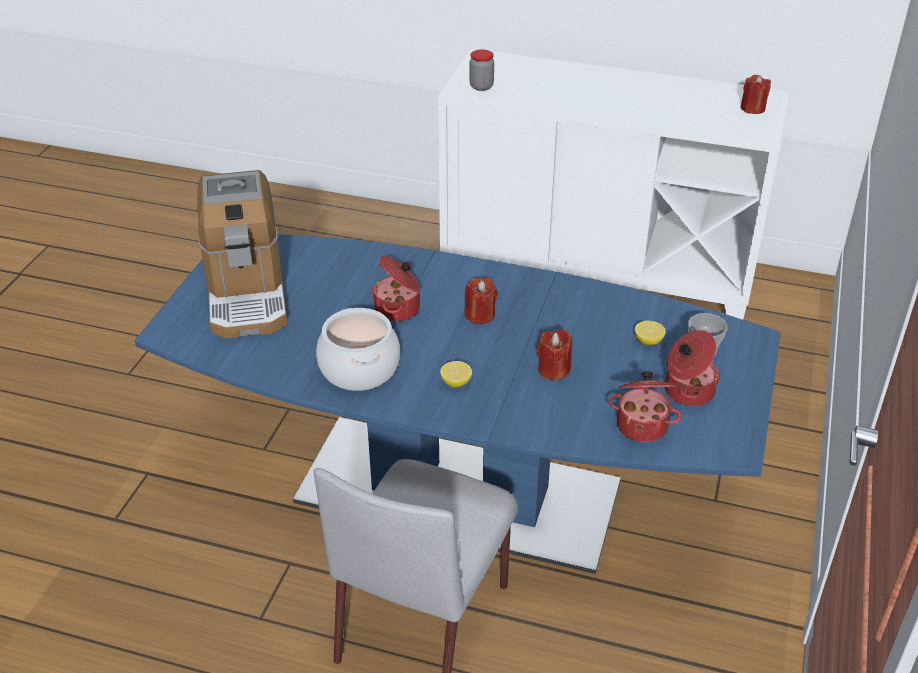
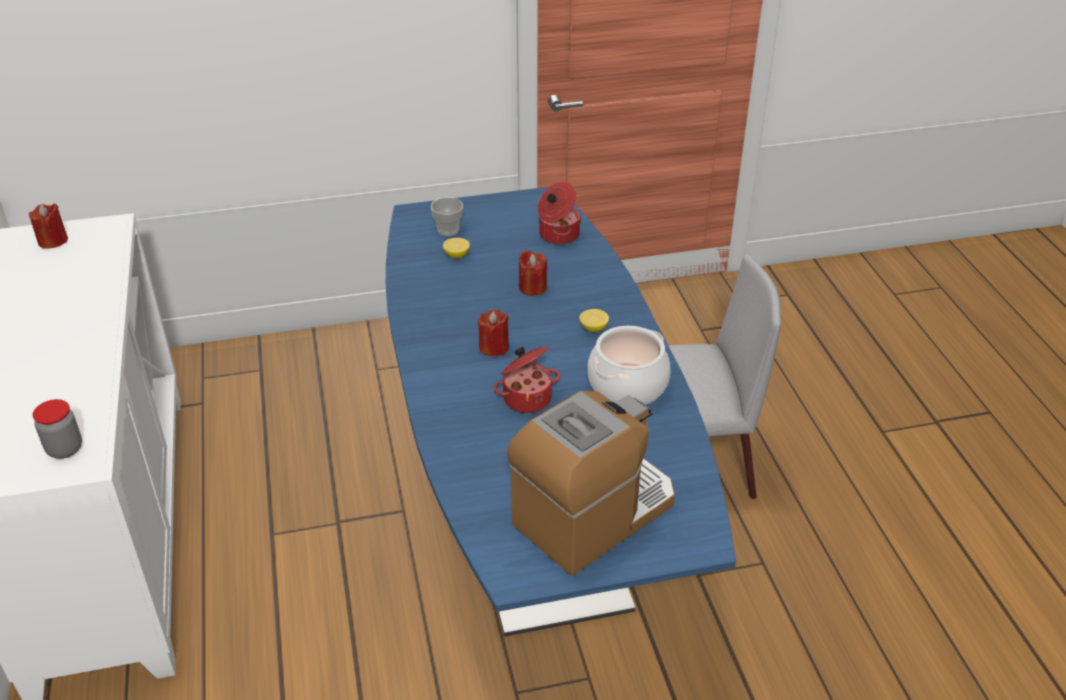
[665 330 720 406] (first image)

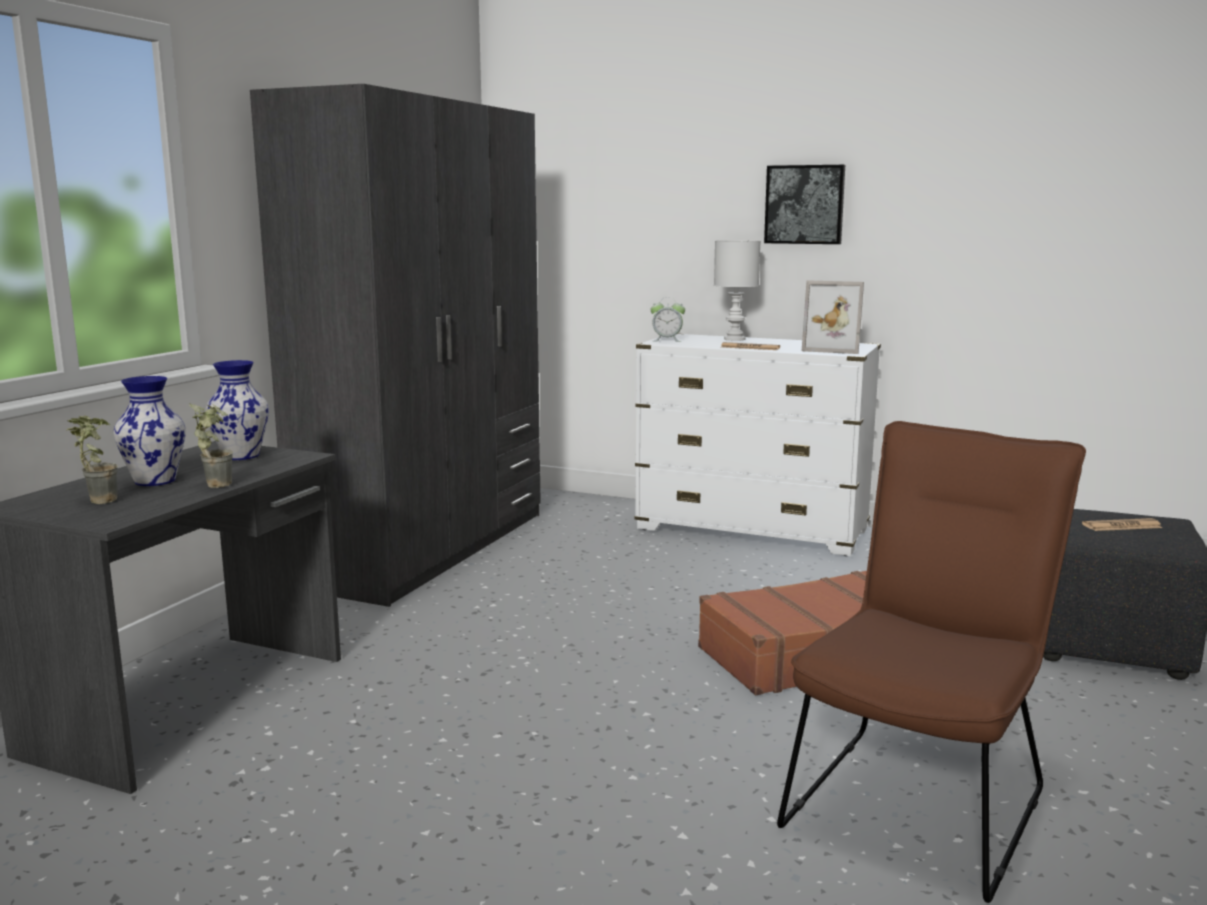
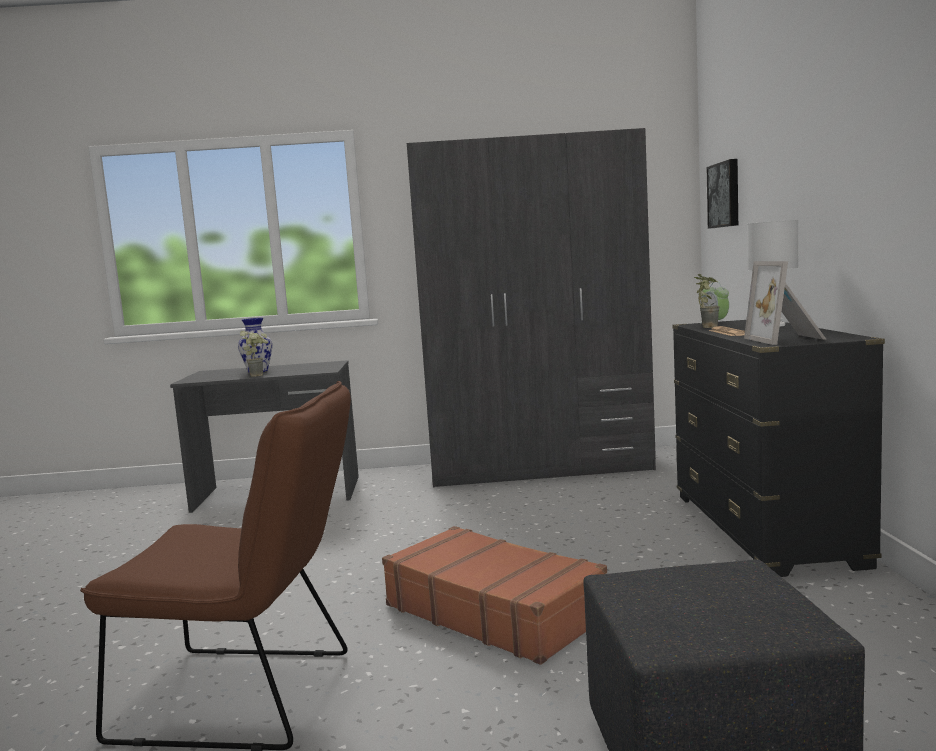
[205 360 269 460] (first image)
[1082 518 1162 531] (first image)
[694 274 720 328]
[707 159 738 229]
[672 320 885 577]

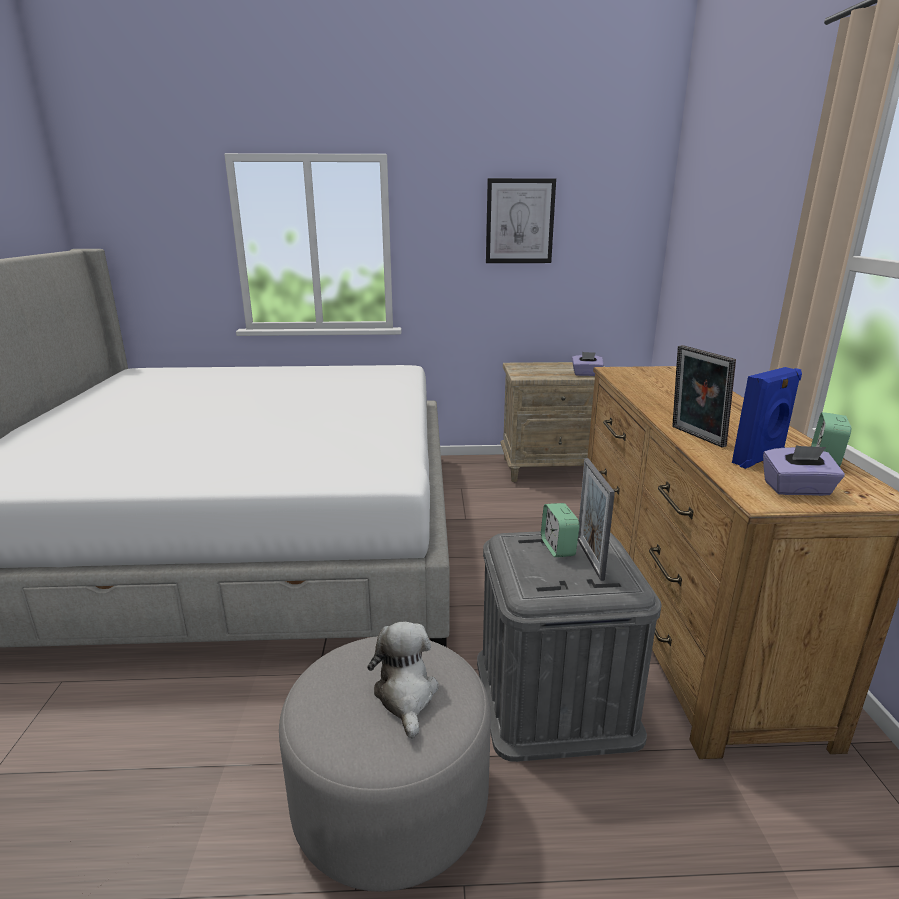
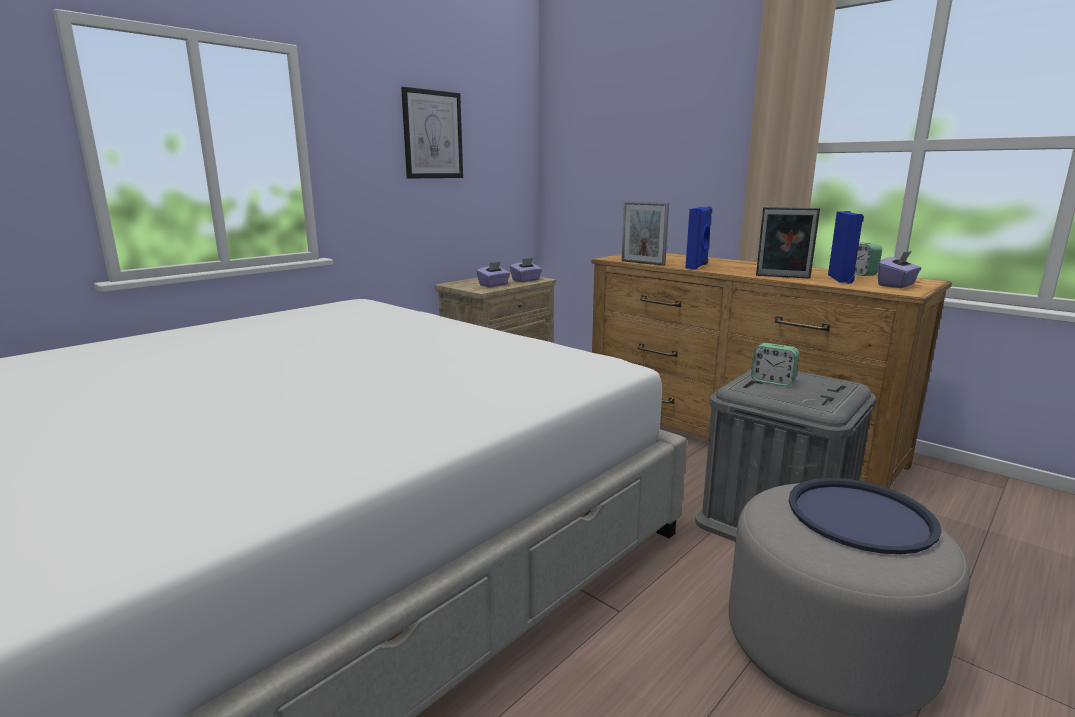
[476 262 510 287]
[685 206 712 270]
[622 201 669 266]
[789 478 942 554]

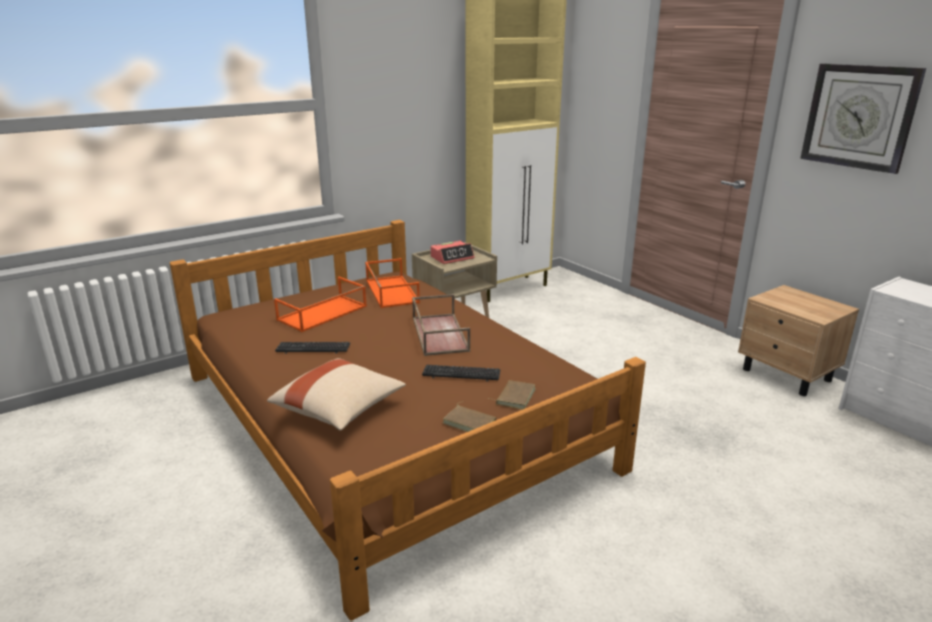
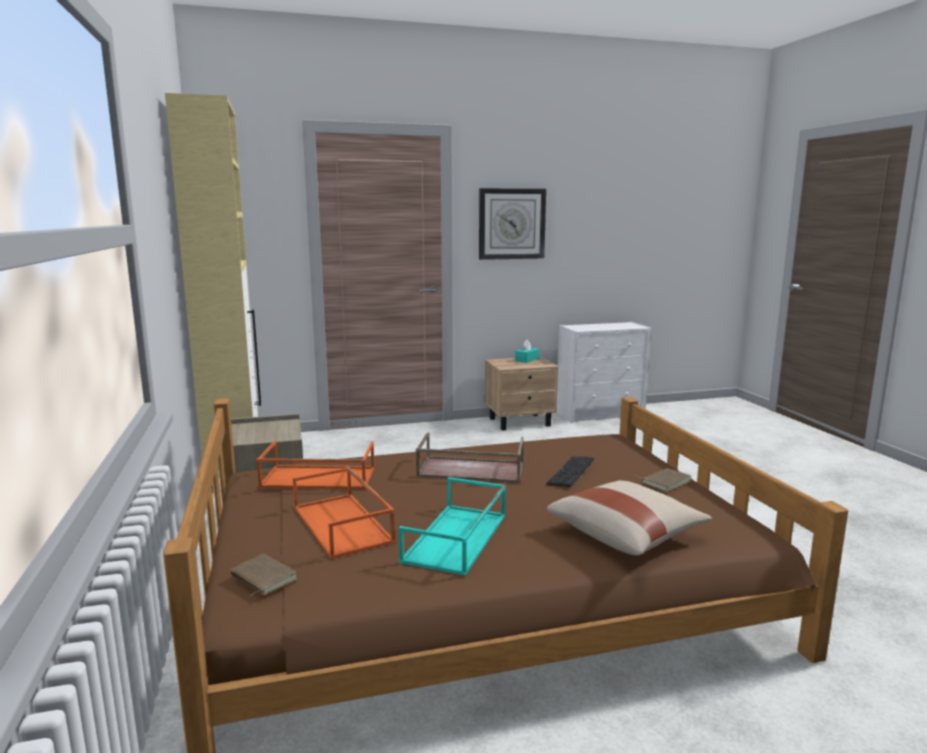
[430 241 475 264] (first image)
[515 340 540 363]
[230 554 297 596]
[399 477 506 576]

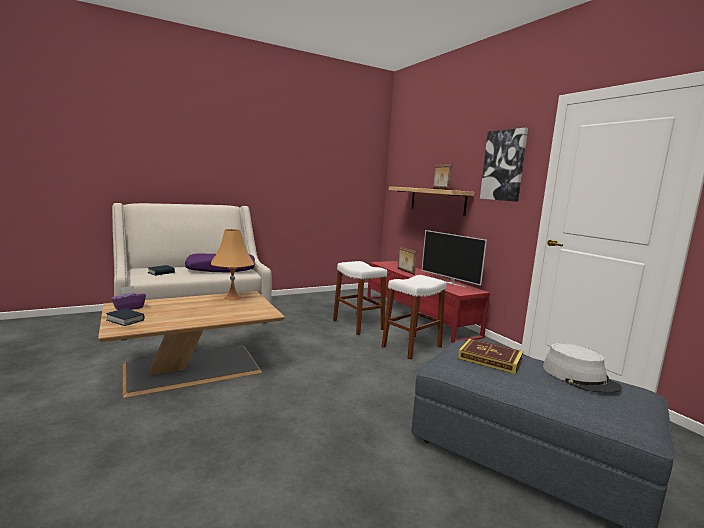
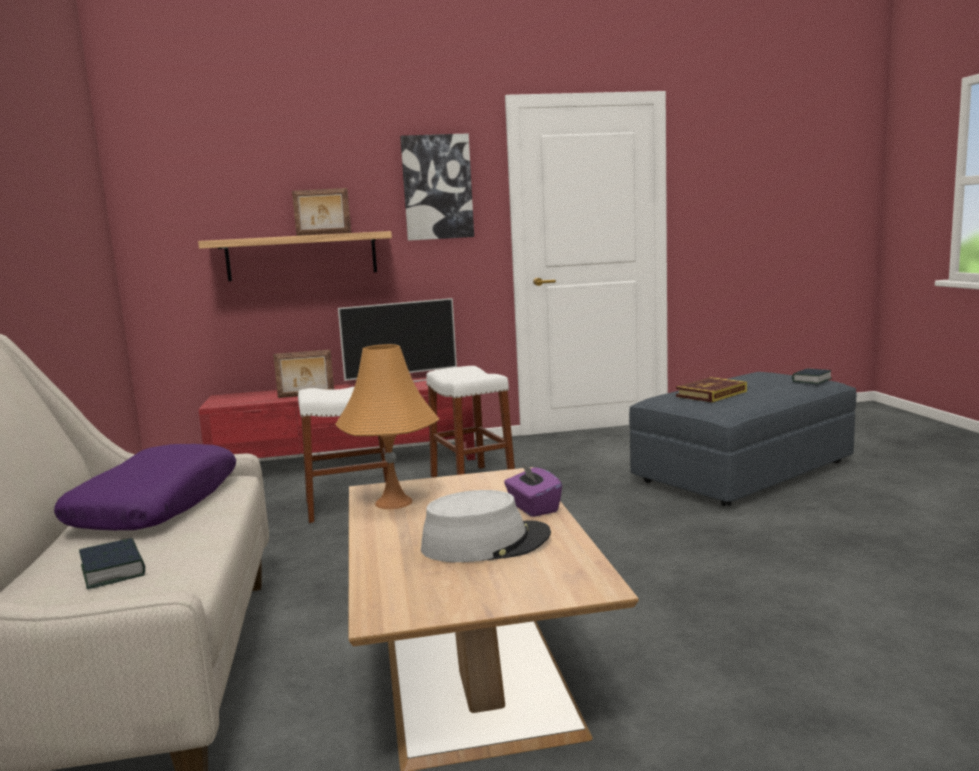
[792 368 832 384]
[504 462 562 517]
[421 490 551 562]

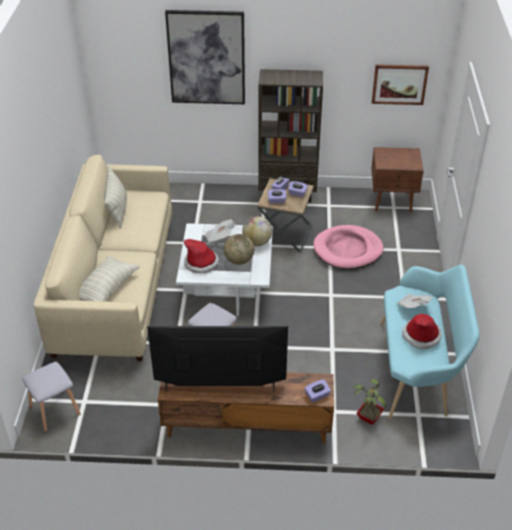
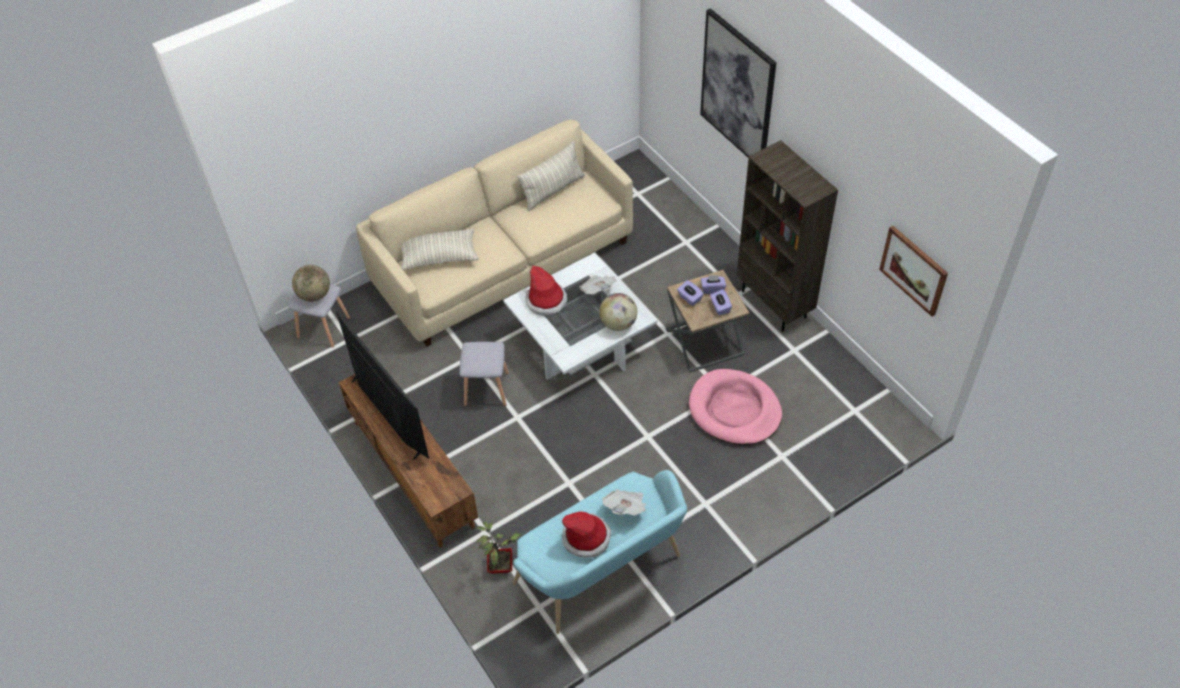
[305 379 331 402] (first image)
[371 147 424 213] (first image)
[292 265 330 302]

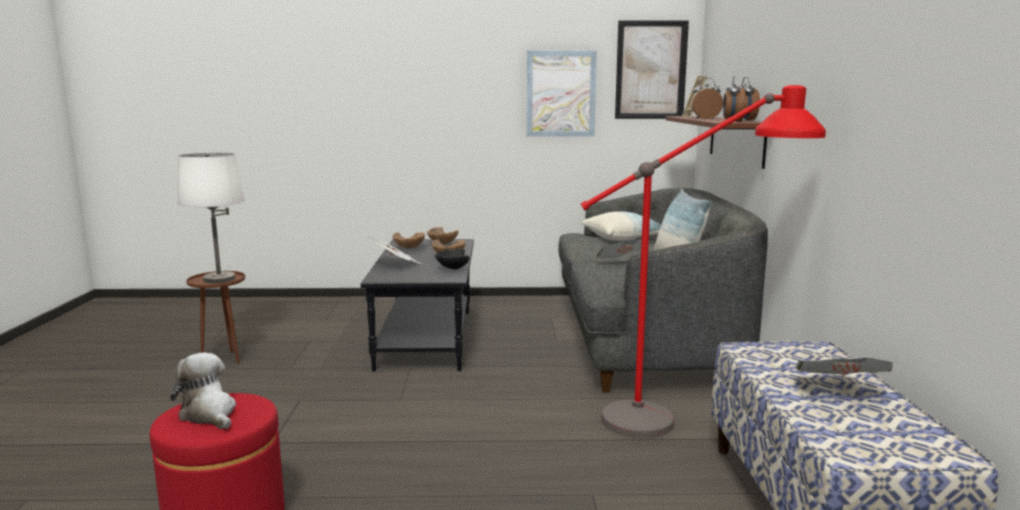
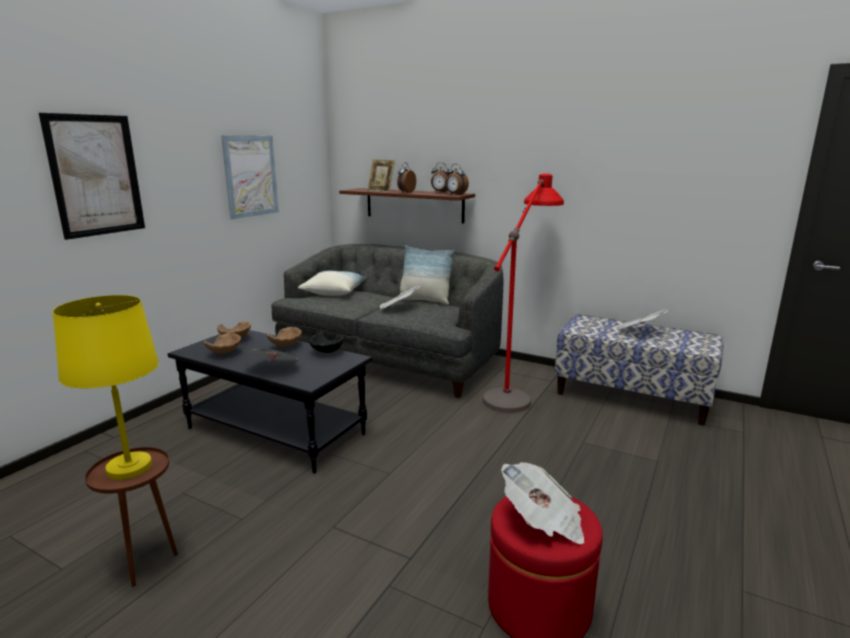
[39 113 145 240]
[501 462 585 544]
[52 295 159 480]

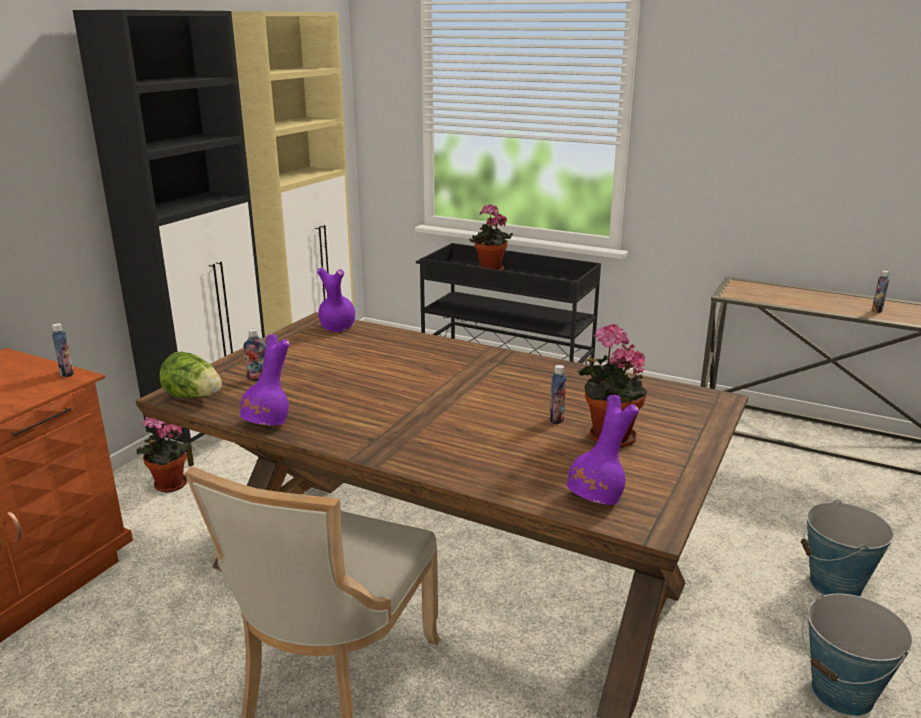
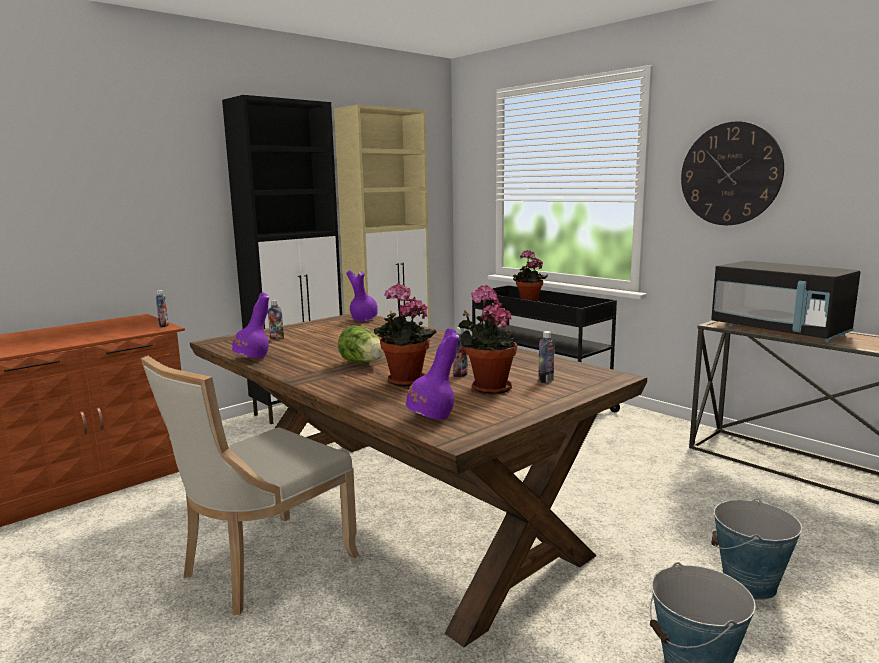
[681 121 784 225]
[711 261 860 343]
[373 283 437 386]
[338 325 383 363]
[538 331 555 383]

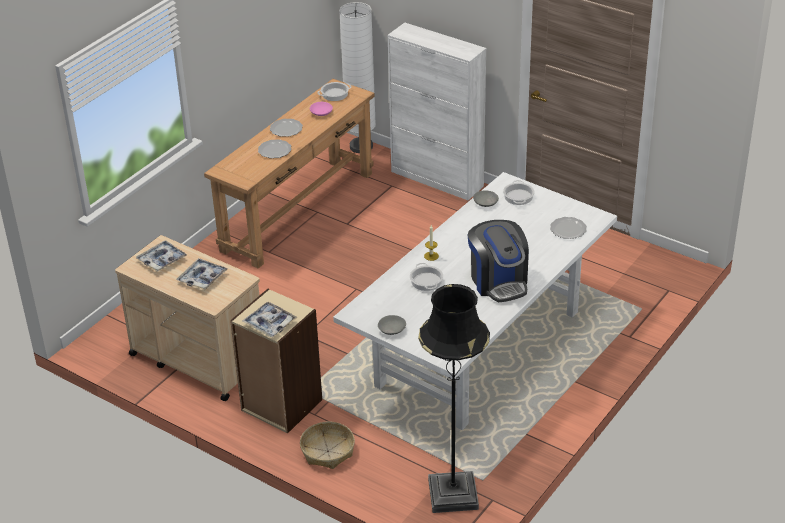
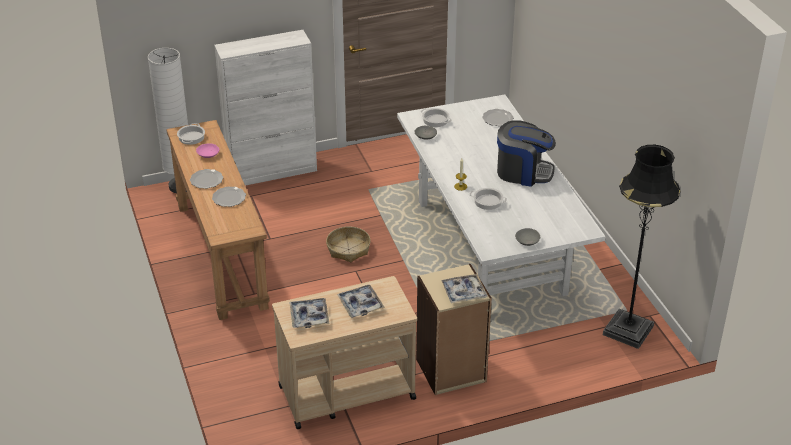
[326 226 371 262]

